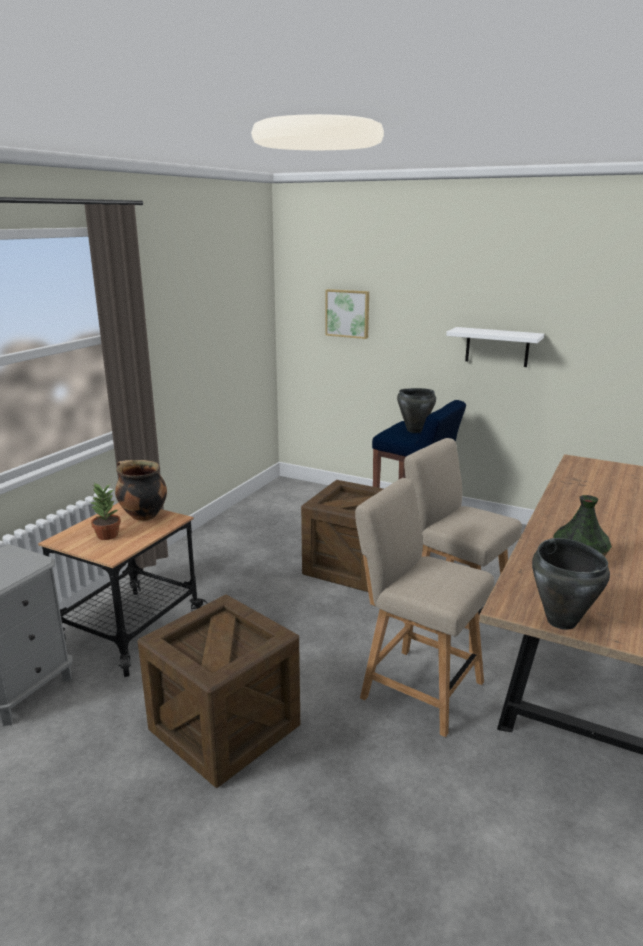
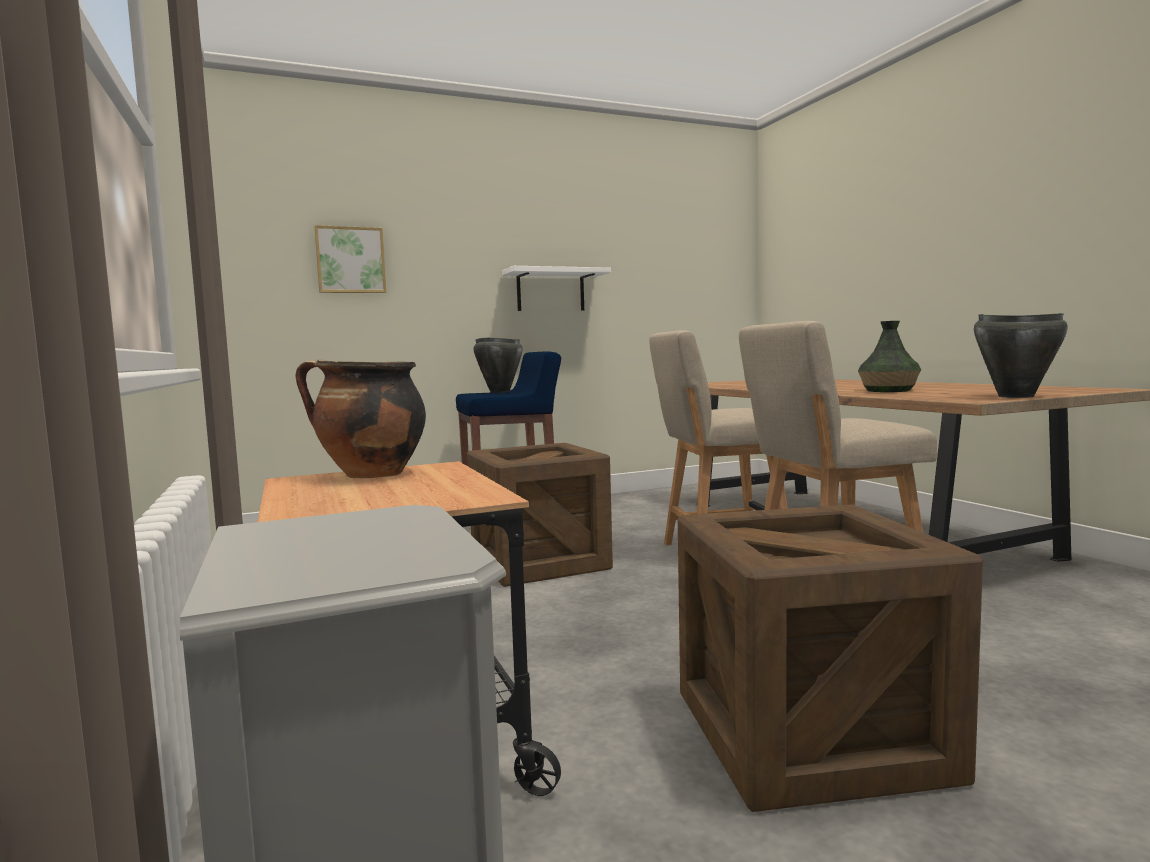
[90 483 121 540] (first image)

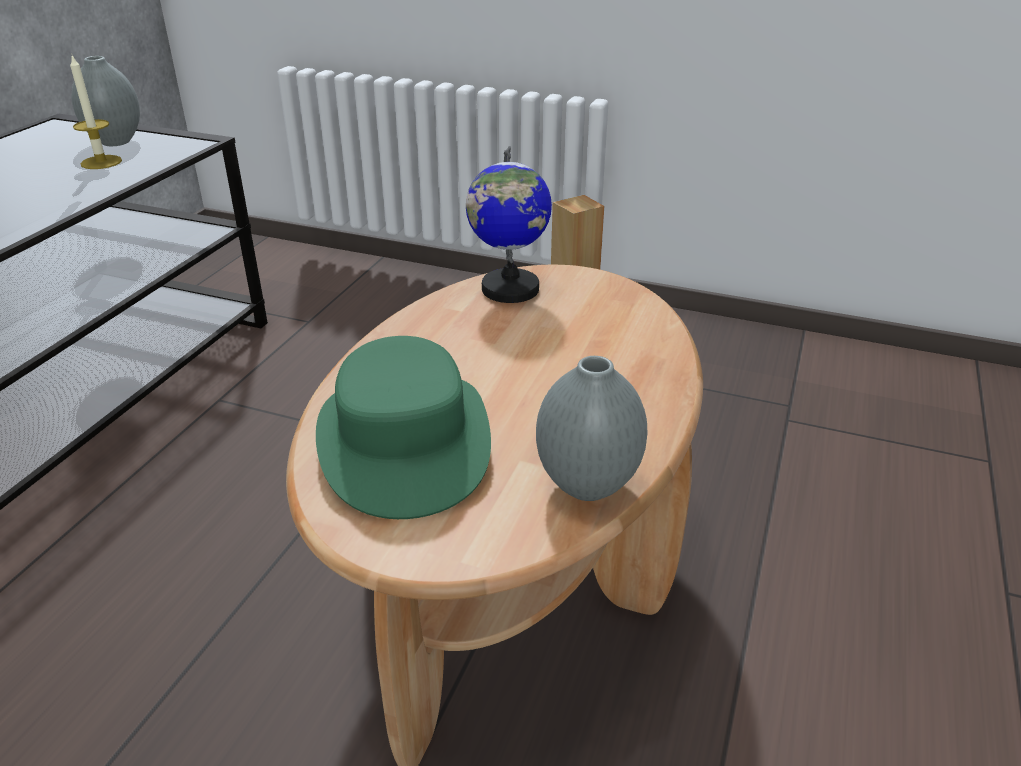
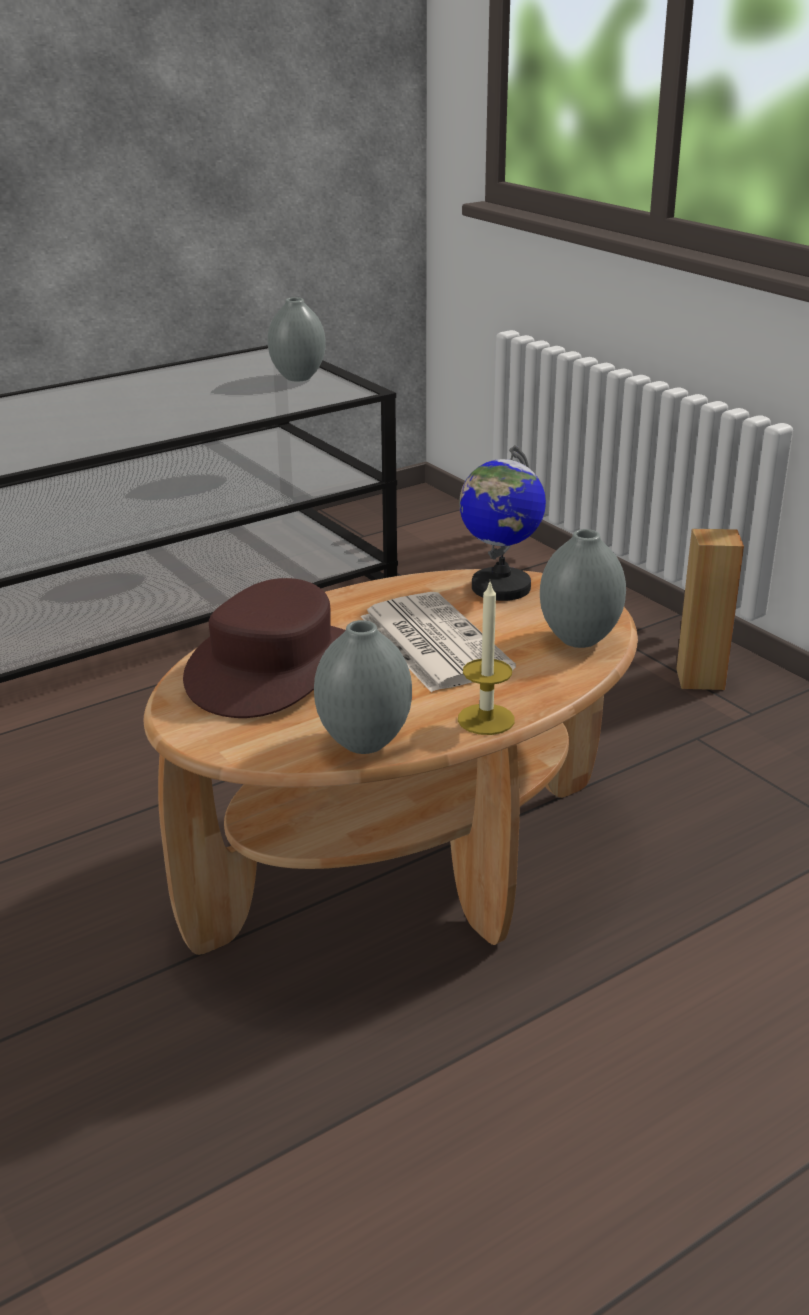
[361 592 516 692]
[540 529 626 648]
[458 582 515 735]
[183 578 346 718]

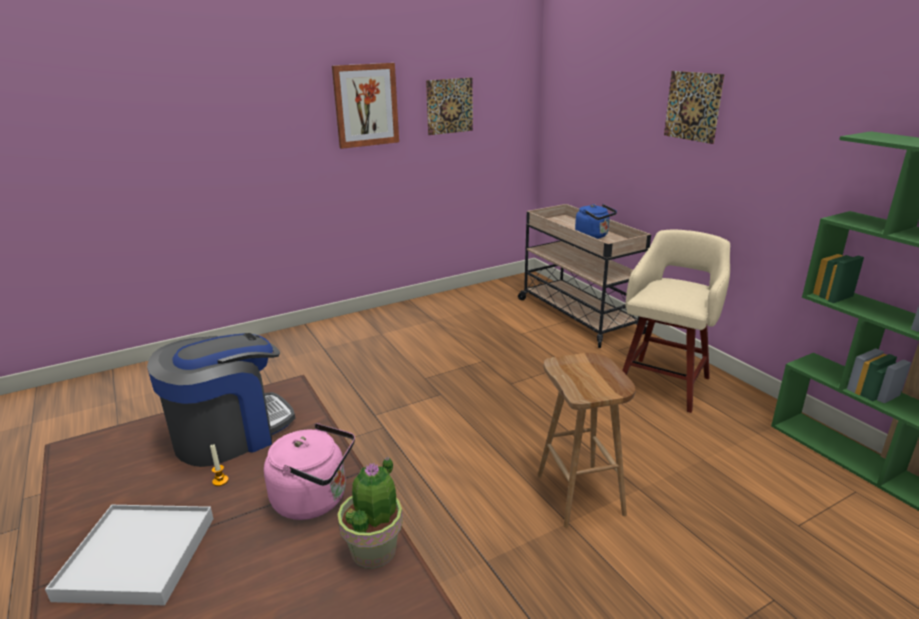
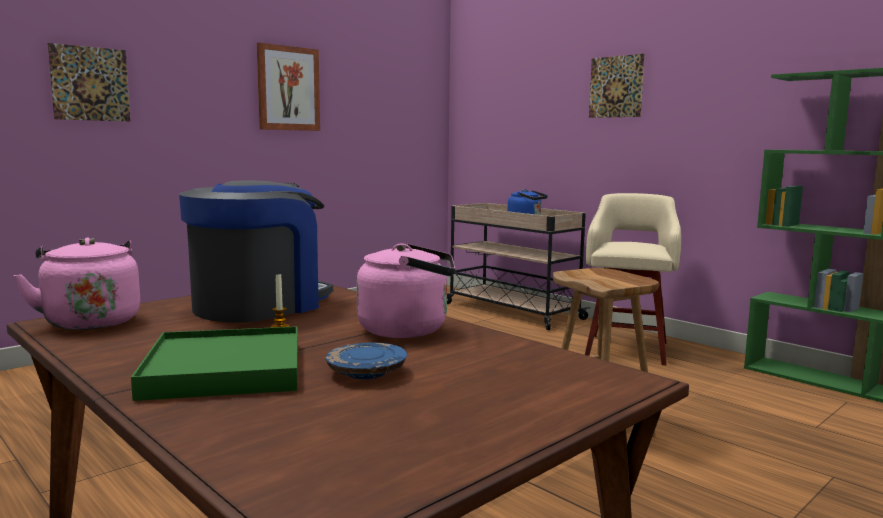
[337 457 403 569] (first image)
[14 237 140 330]
[326 343 407 379]
[48 43 130 121]
[131 326 298 401]

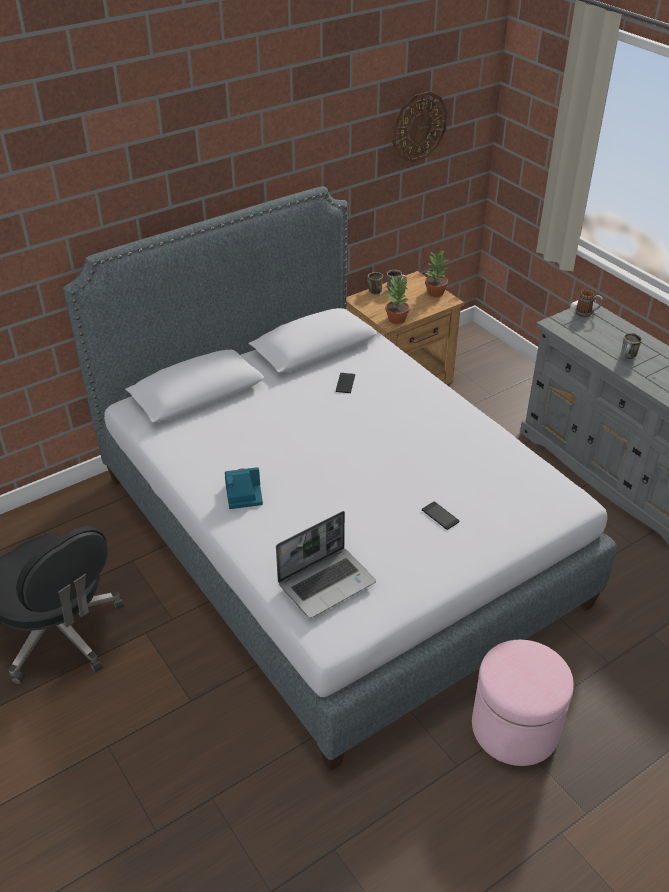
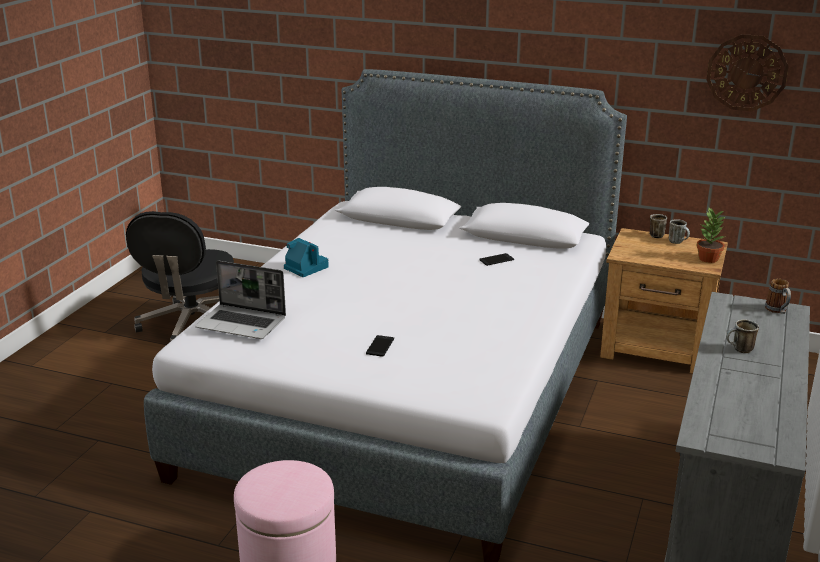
[385 276 410 324] (first image)

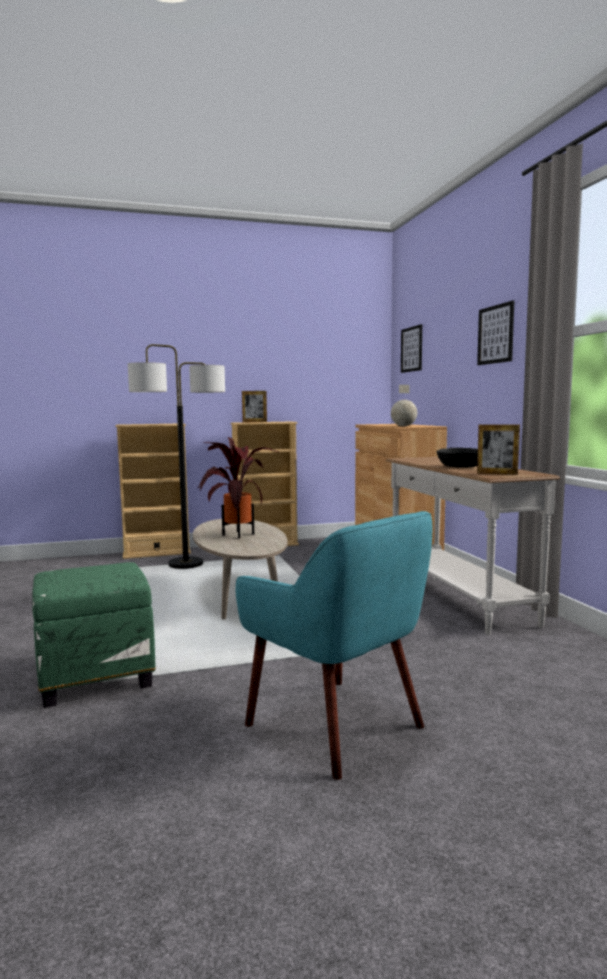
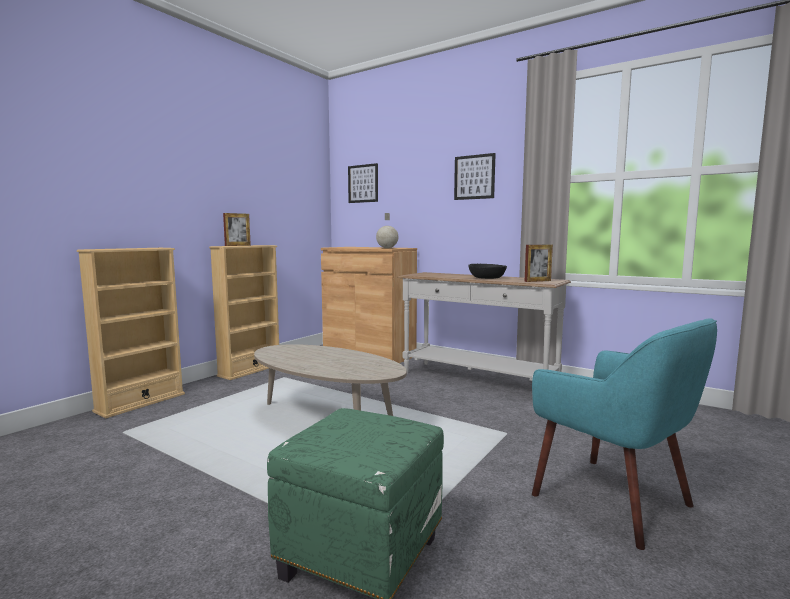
[128 344 225 569] (first image)
[197 437 280 538] (first image)
[532 318 717 550]

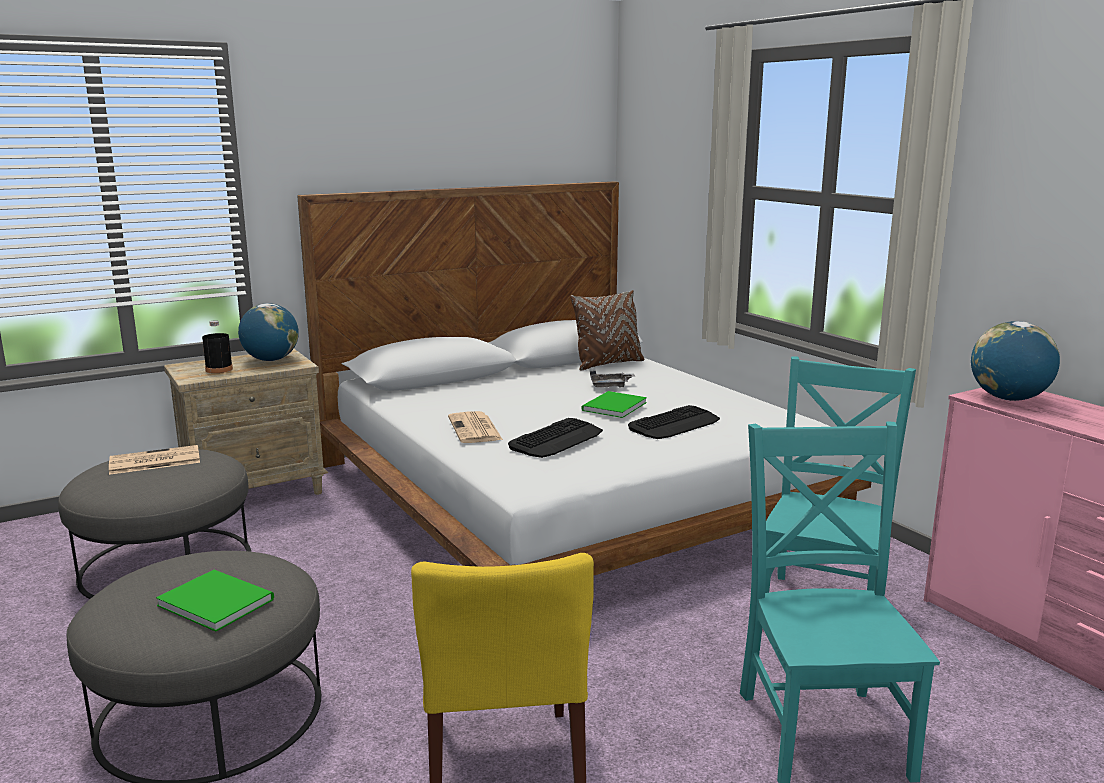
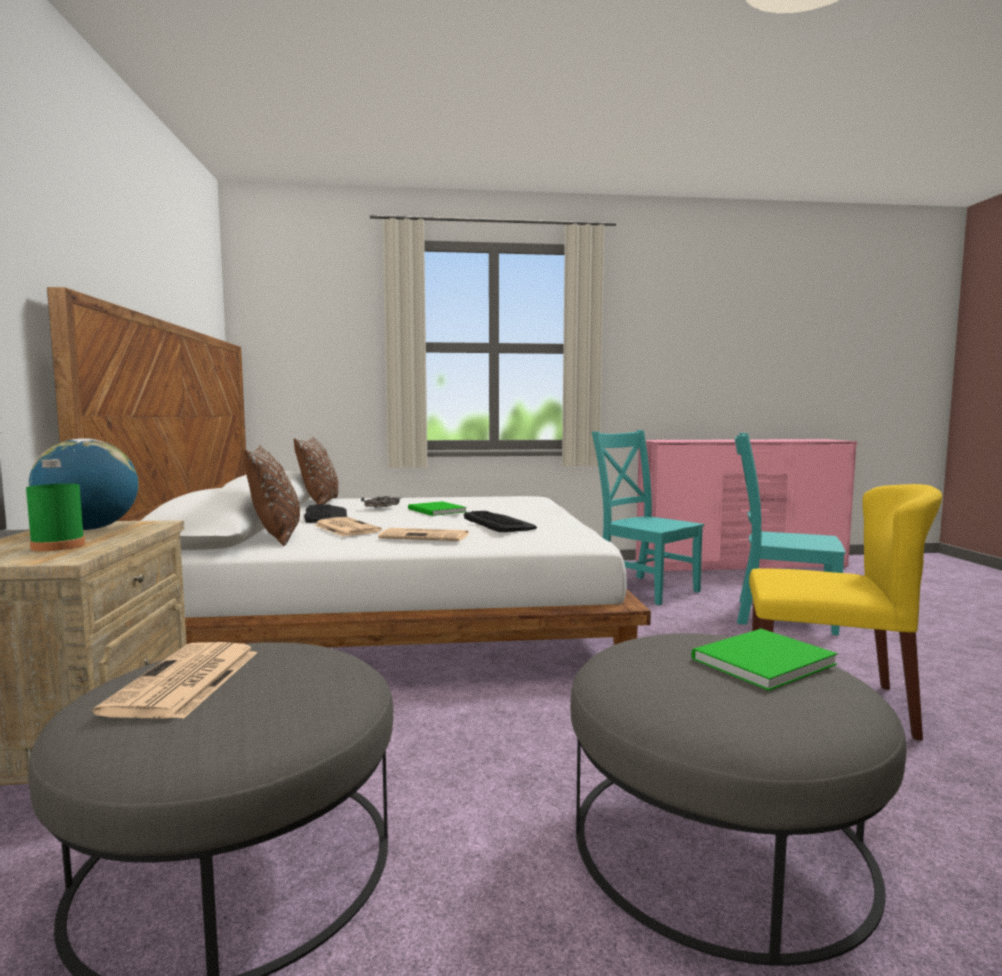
[971 321 1060 401] (first image)
[243 446 300 546]
[314 517 382 536]
[304 504 347 523]
[26 459 85 551]

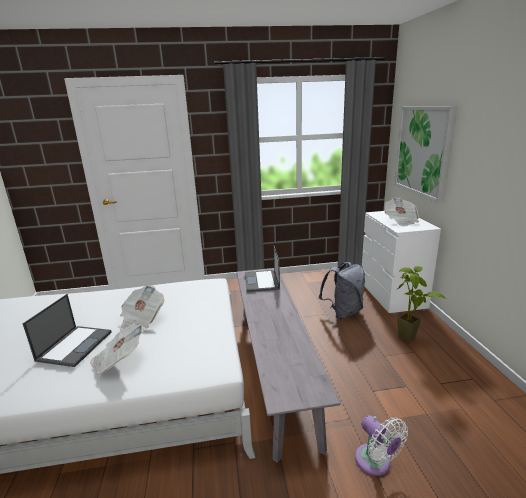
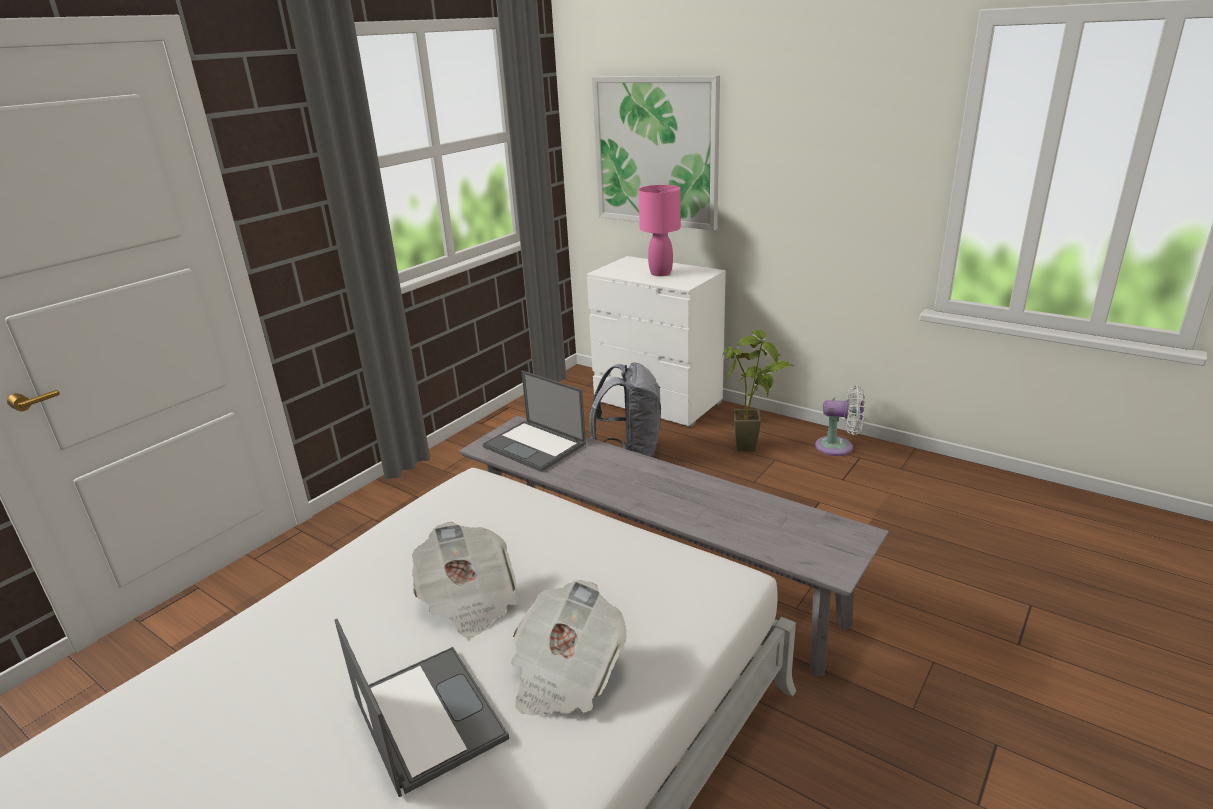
[815 385 865 456]
[639 185 681 276]

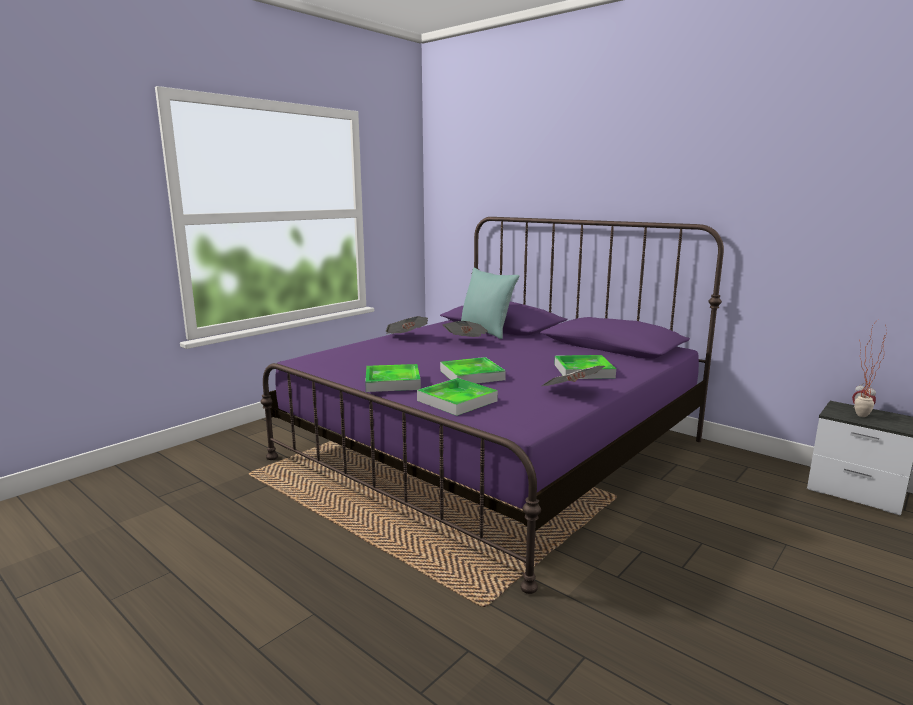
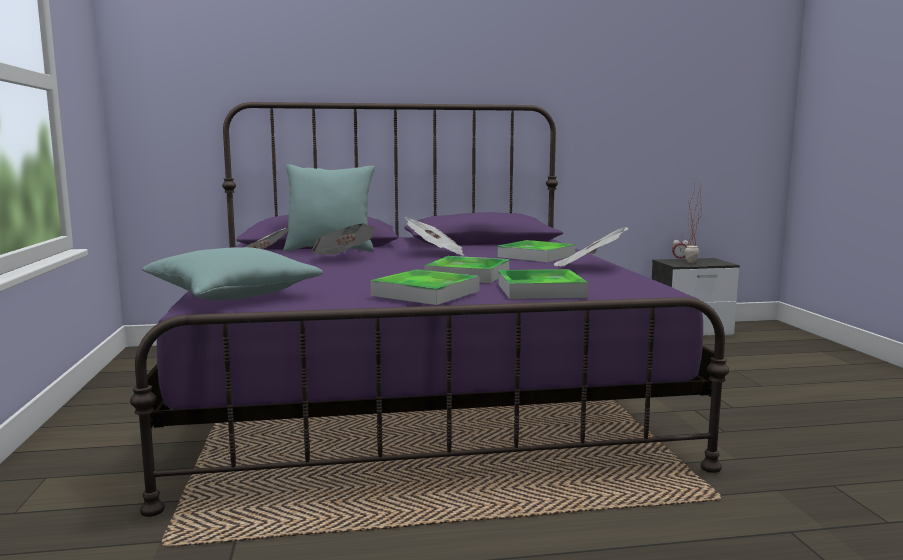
[141 247 323 300]
[404 217 464 256]

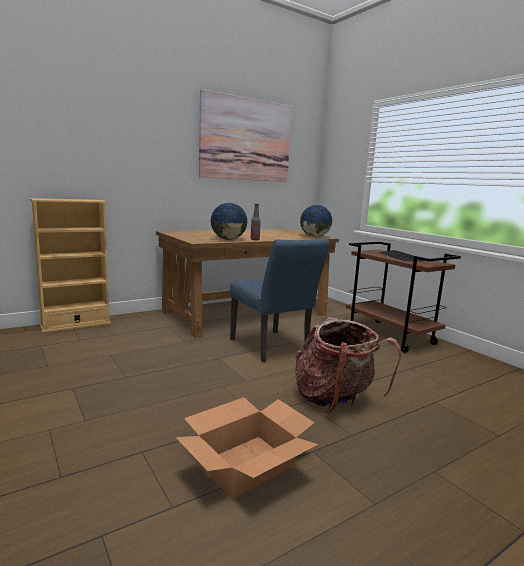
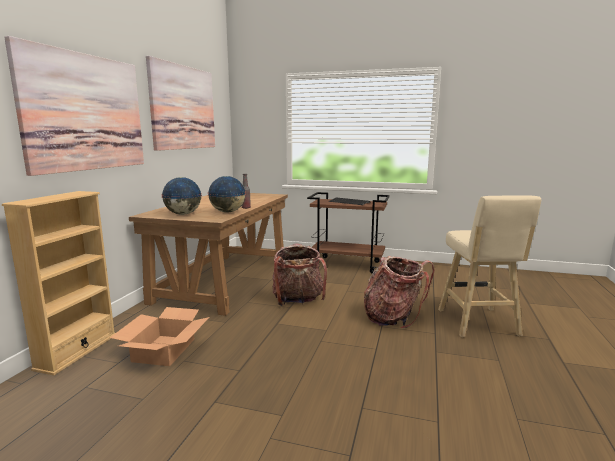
[4 36 144 176]
[438 195 541 337]
[110 307 209 366]
[162 177 202 215]
[273 243 327 306]

